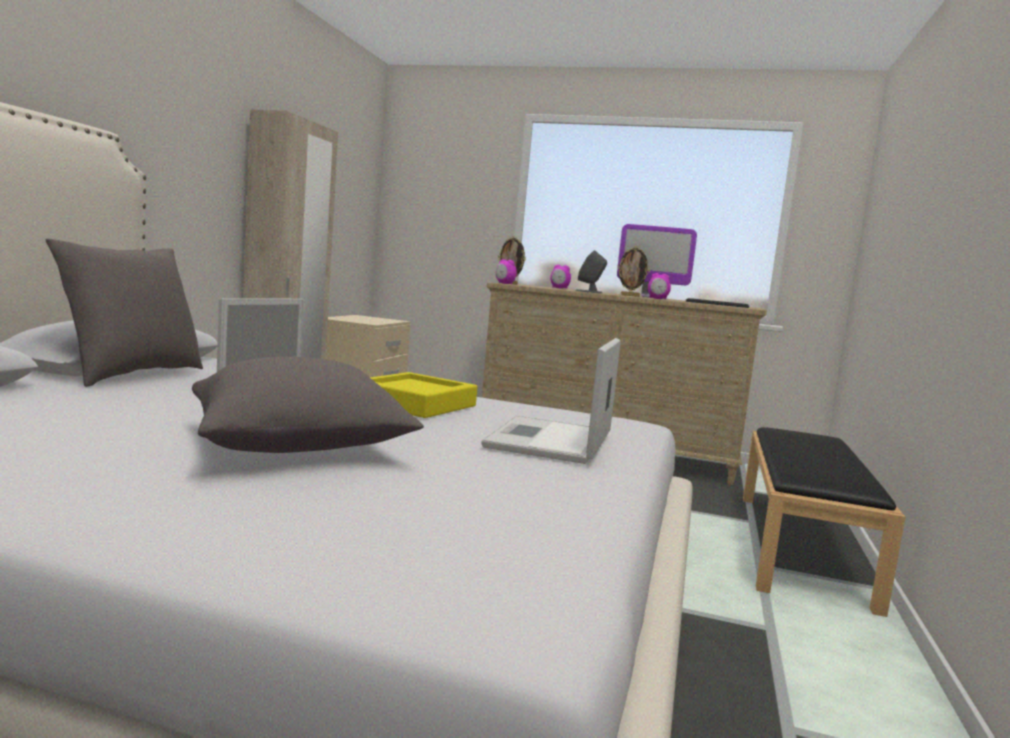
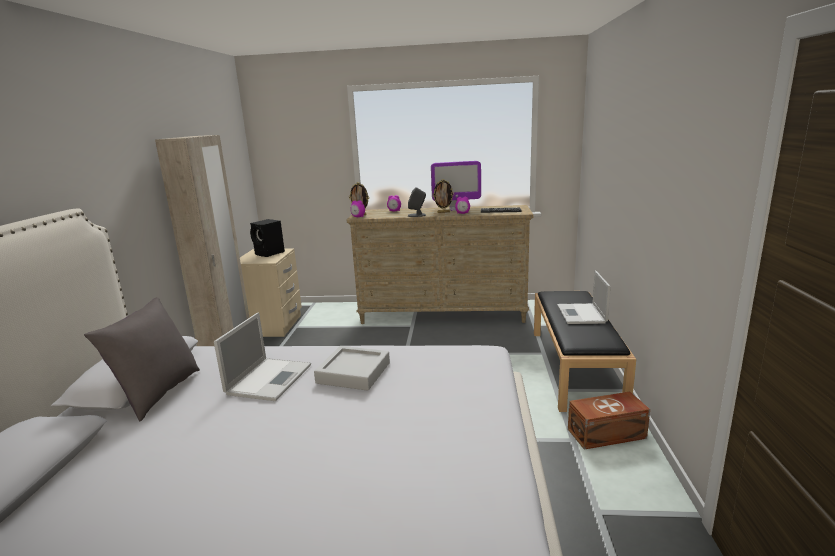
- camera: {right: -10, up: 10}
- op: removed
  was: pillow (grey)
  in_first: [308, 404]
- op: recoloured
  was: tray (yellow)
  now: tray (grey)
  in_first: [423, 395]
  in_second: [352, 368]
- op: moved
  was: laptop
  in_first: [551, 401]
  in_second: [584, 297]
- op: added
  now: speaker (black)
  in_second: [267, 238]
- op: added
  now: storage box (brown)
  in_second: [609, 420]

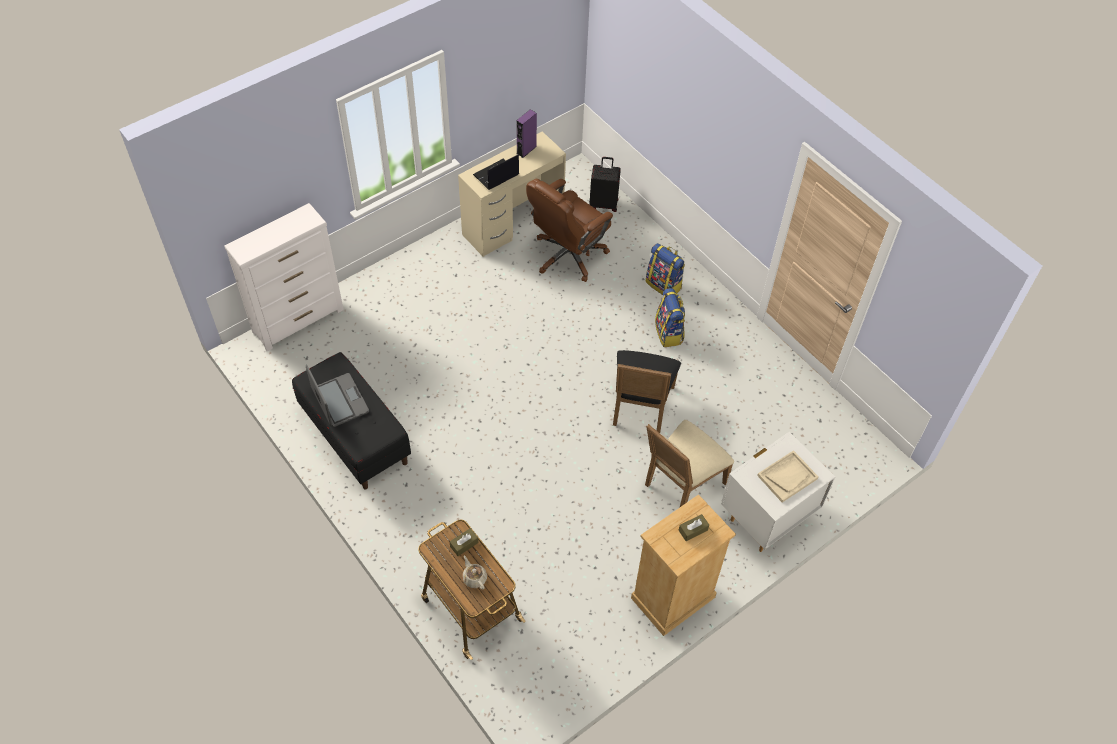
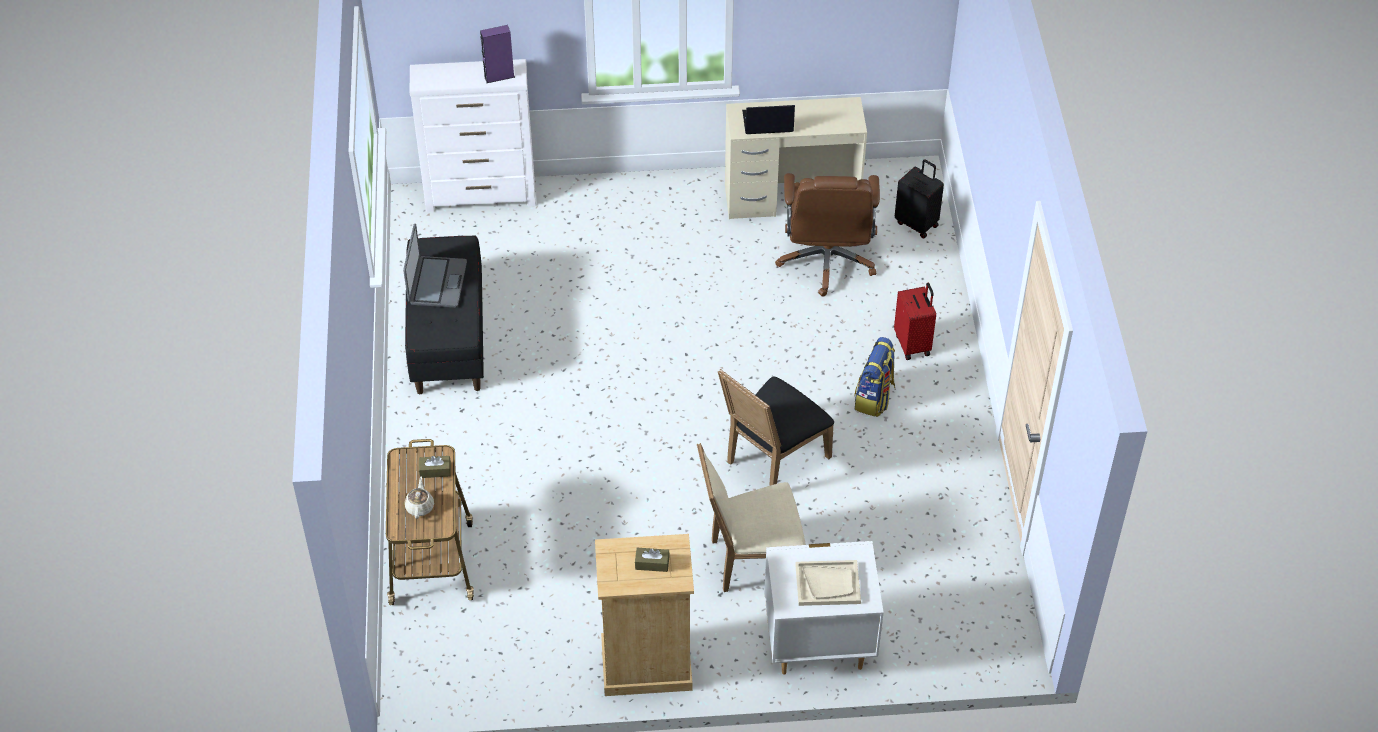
- camera: {right: 35, up: -5}
- op: moved
  was: speaker (purple)
  in_first: [526, 133]
  in_second: [497, 54]
- op: turned
  was: office chair (brown)
  in_first: [569, 230]
  in_second: [827, 235]
  clockwise: -75
- op: replaced
  was: backpack
  now: suitcase (red)
  in_first: [665, 269]
  in_second: [915, 321]

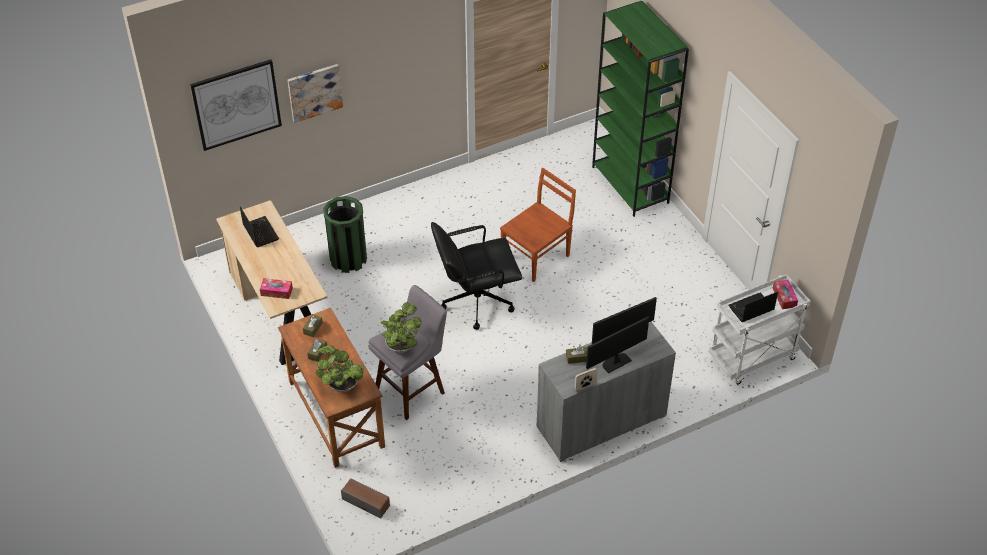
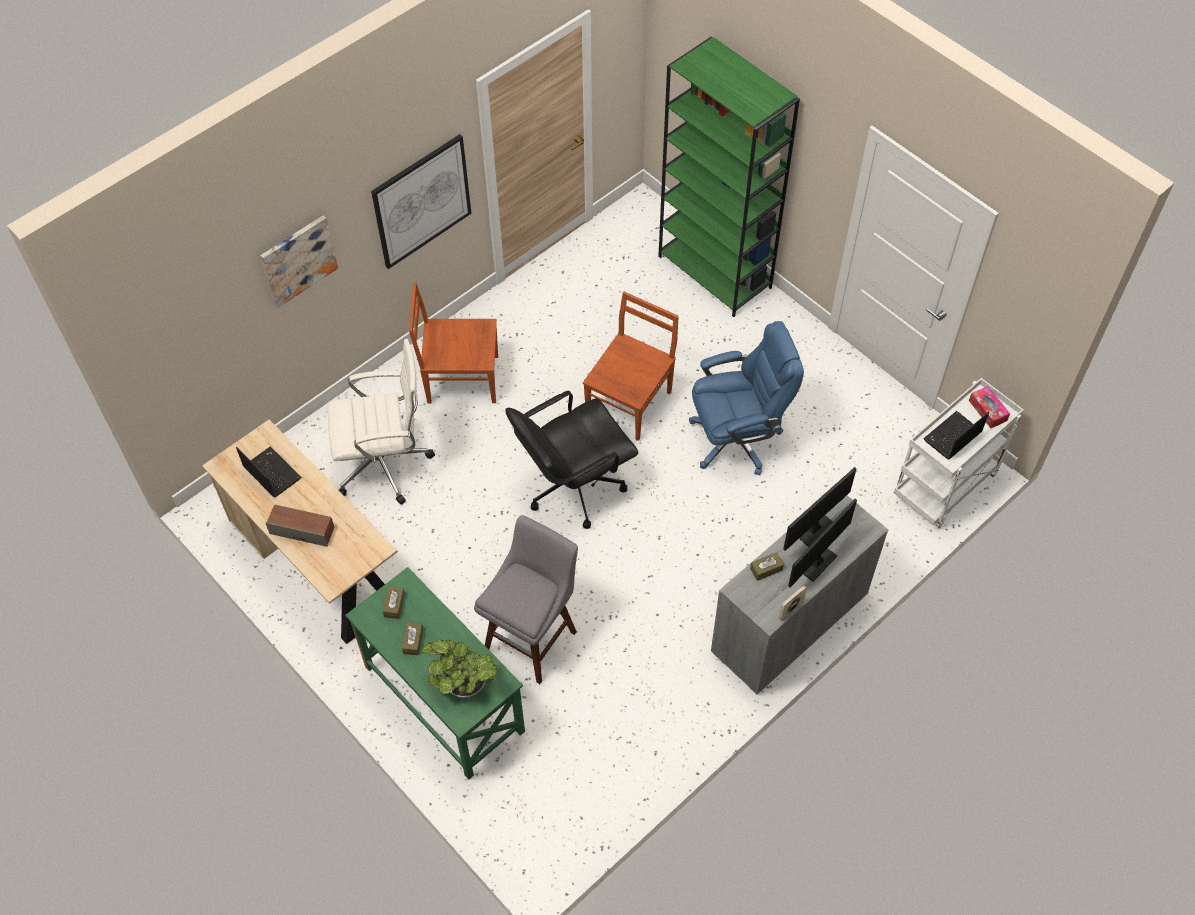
- camera: {right: -15, up: 10}
- op: moved
  was: picture
  in_first: [236, 105]
  in_second: [421, 201]
- op: removed
  was: tissue box
  in_first: [276, 288]
- op: recoloured
  was: desk (brown)
  now: desk (green)
  in_first: [331, 388]
  in_second: [435, 673]
- op: replaced
  was: trash can (green)
  now: office chair (white)
  in_first: [345, 234]
  in_second: [381, 422]
- op: moved
  was: speaker
  in_first: [365, 498]
  in_second: [300, 525]
- op: removed
  was: potted plant
  in_first: [401, 327]
- op: added
  now: chair (brown)
  in_second: [453, 342]
- op: added
  now: office chair (blue)
  in_second: [746, 398]

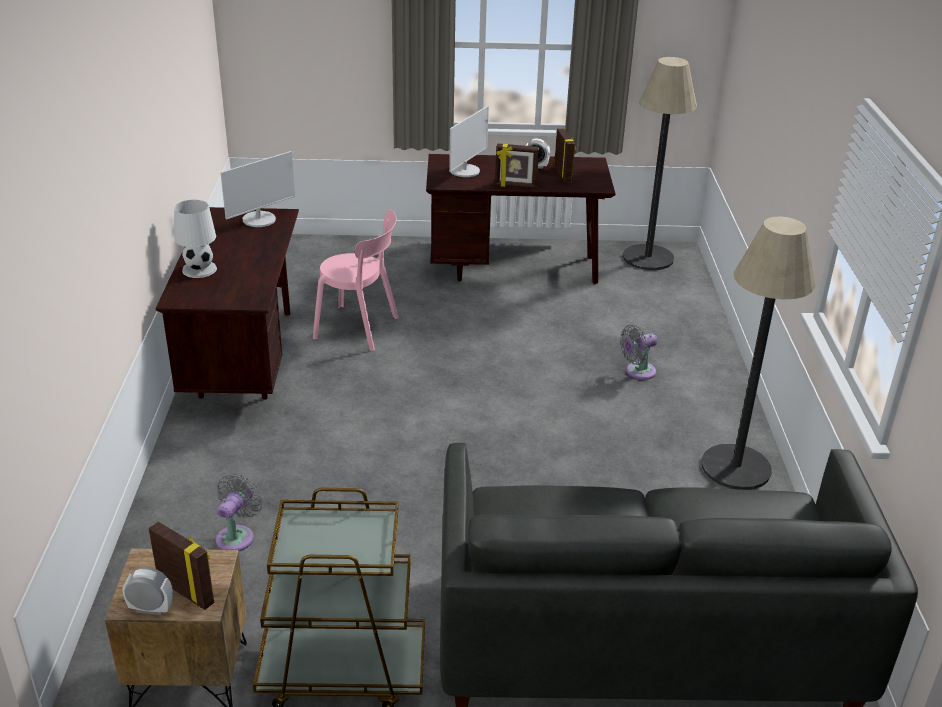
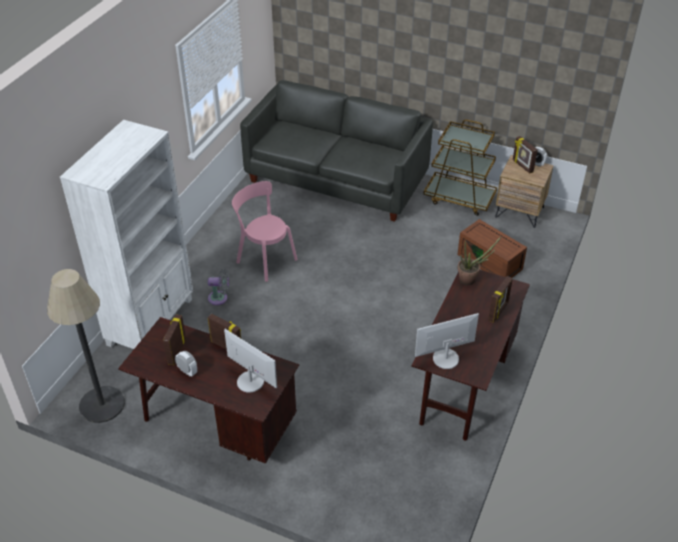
- camera: {right: -155, up: 10}
- op: replaced
  was: table lamp (white)
  now: picture frame
  in_first: [195, 239]
  in_second: [500, 299]
- op: replaced
  was: fan (grey)
  now: storage box (brown)
  in_first: [239, 512]
  in_second: [492, 248]
- op: moved
  was: chair (pink)
  in_first: [356, 280]
  in_second: [264, 231]
- op: turned
  was: monitor
  in_first: [469, 141]
  in_second: [250, 361]
  clockwise: 75
- op: removed
  was: floor lamp
  in_first: [758, 353]
- op: added
  now: bookcase (white)
  in_second: [126, 234]
- op: added
  now: potted plant
  in_second: [479, 261]

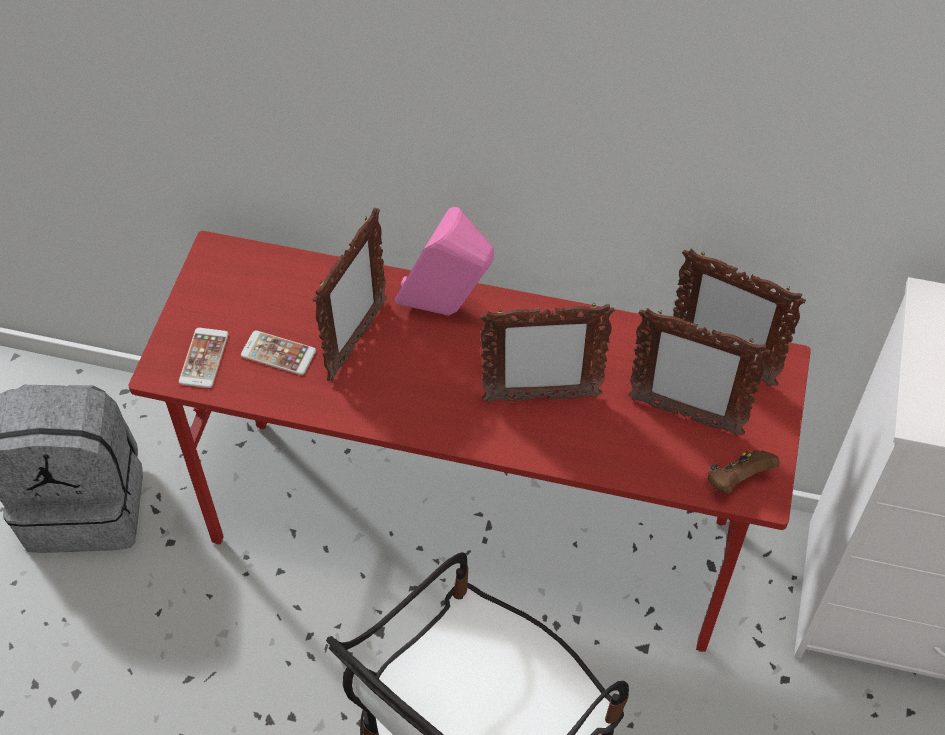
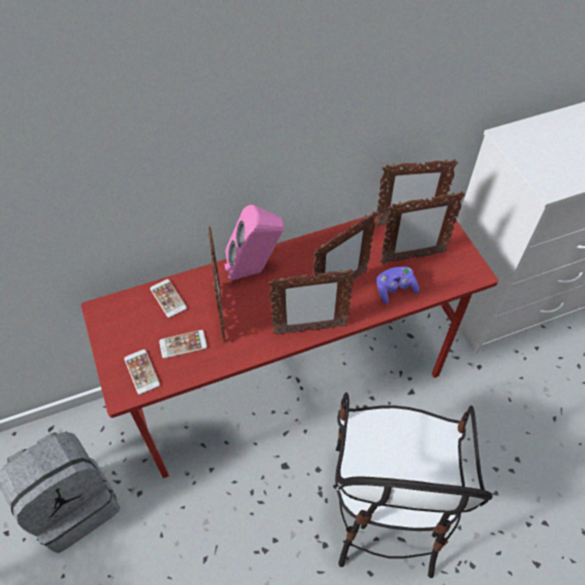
- camera: {right: -35, up: 0}
- op: removed
  was: game controller (brown)
  in_first: [743, 472]
- op: added
  now: phone
  in_second: [168, 298]
- op: added
  now: picture frame
  in_second: [311, 302]
- op: added
  now: game controller (purple)
  in_second: [397, 285]

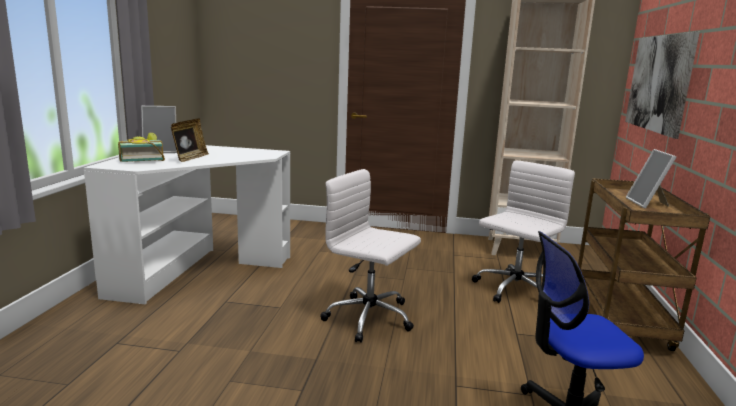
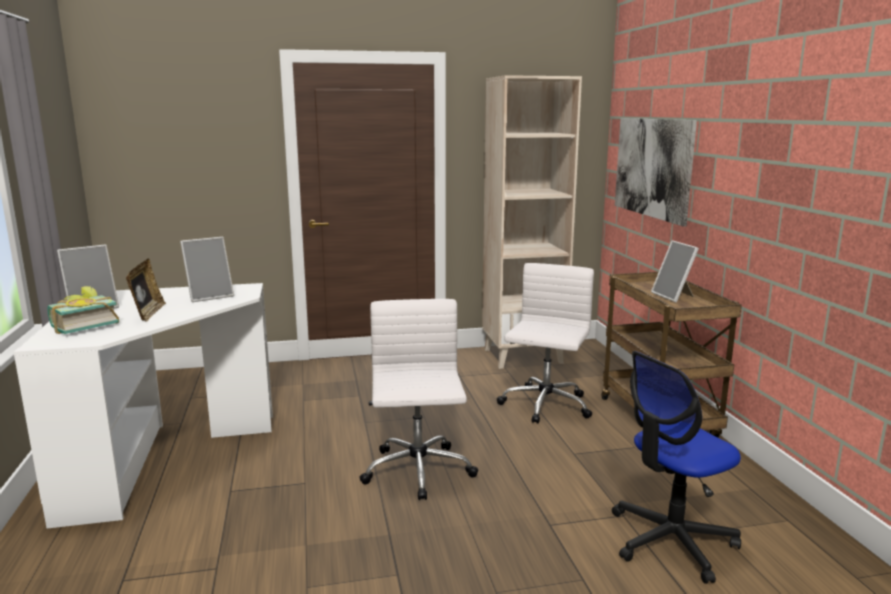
- camera: {right: -20, up: 0}
- op: turned
  was: office chair (white)
  in_first: [371, 256]
  in_second: [418, 399]
  clockwise: 75
- op: added
  now: picture frame
  in_second: [207, 269]

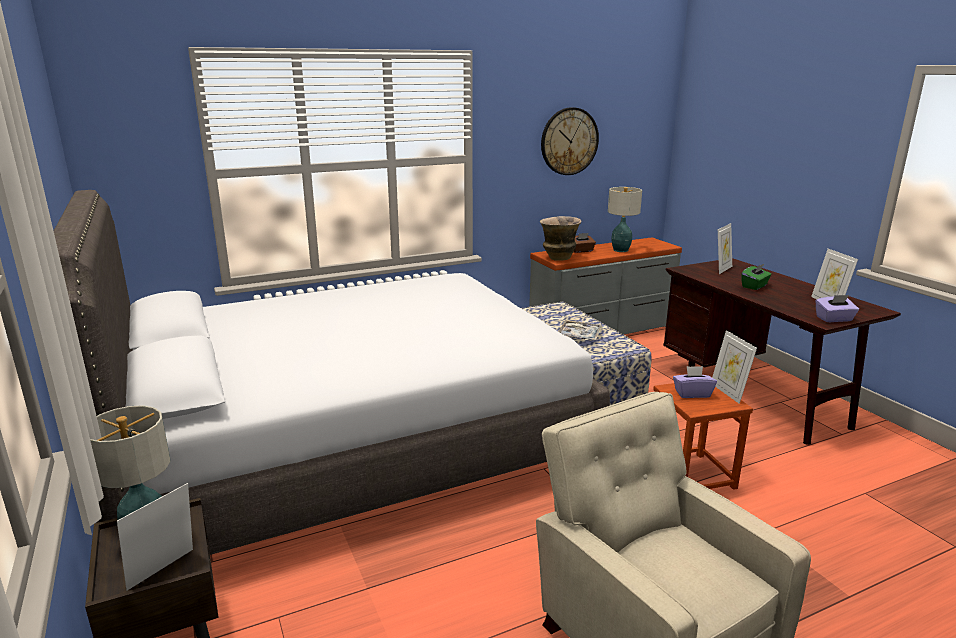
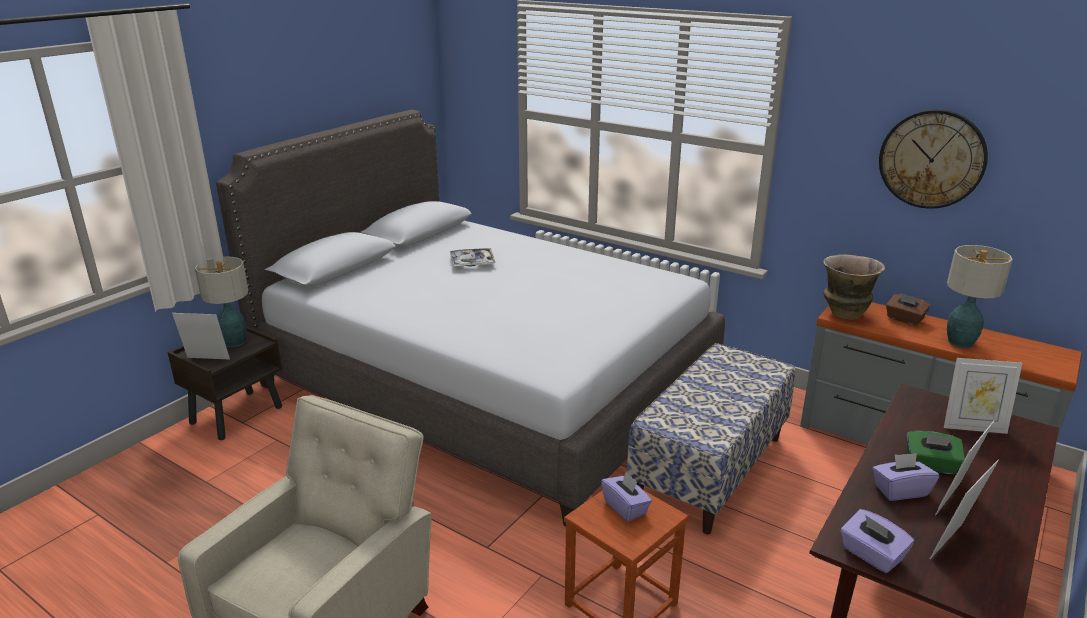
- camera: {right: 60, up: 5}
- op: moved
  was: tray
  in_first: [580, 330]
  in_second: [473, 257]
- op: moved
  was: picture frame
  in_first: [734, 367]
  in_second: [965, 468]
- op: added
  now: tissue box (purple)
  in_second: [906, 477]

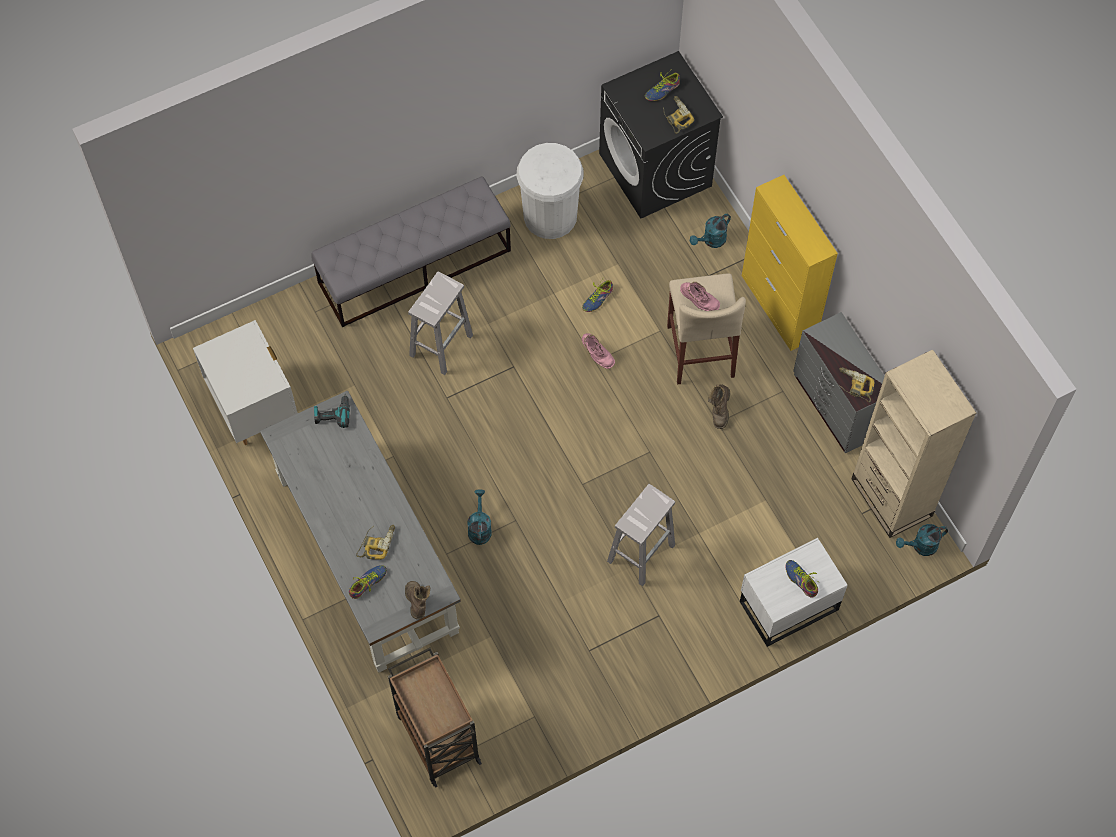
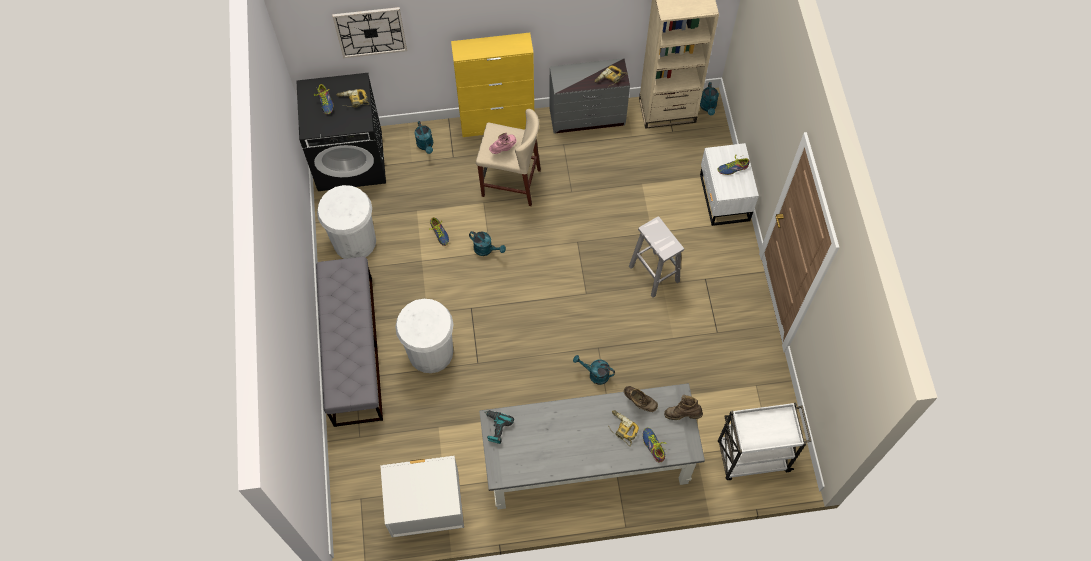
- camera: {right: -70, up: 0}
- op: recoloured
  was: cart (brown)
  now: cart (white)
  in_first: [435, 718]
  in_second: [764, 441]
- op: replaced
  was: stool (white)
  now: trash can (white)
  in_first: [440, 323]
  in_second: [424, 336]
- op: replaced
  was: boot (pink)
  now: watering can (turquoise)
  in_first: [598, 351]
  in_second: [487, 243]
- op: moved
  was: boot (brown)
  in_first: [719, 406]
  in_second: [641, 399]
- op: added
  now: wall clock
  in_second: [369, 32]

